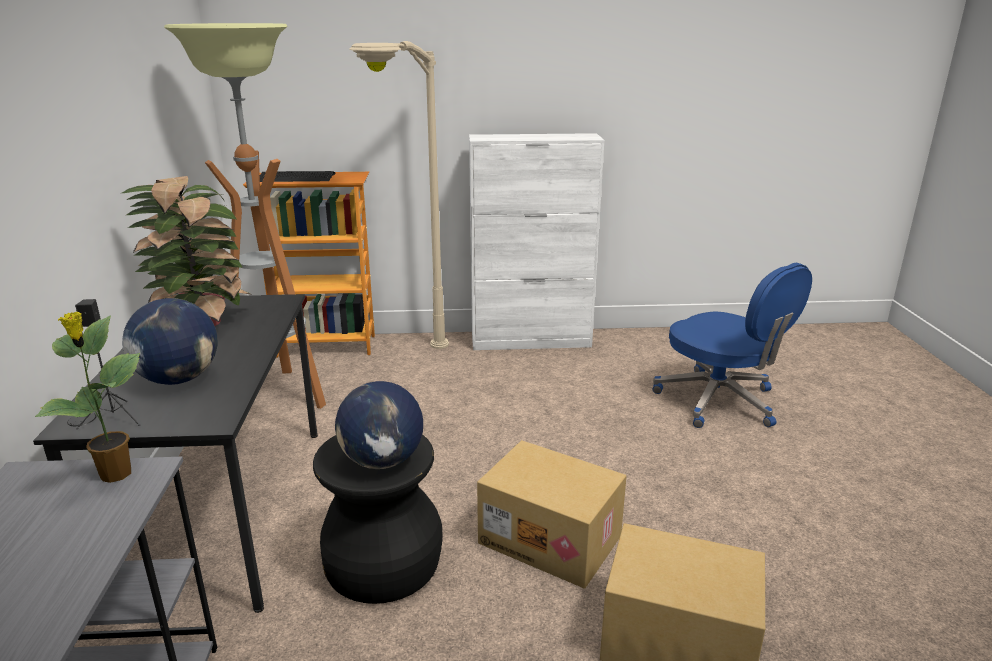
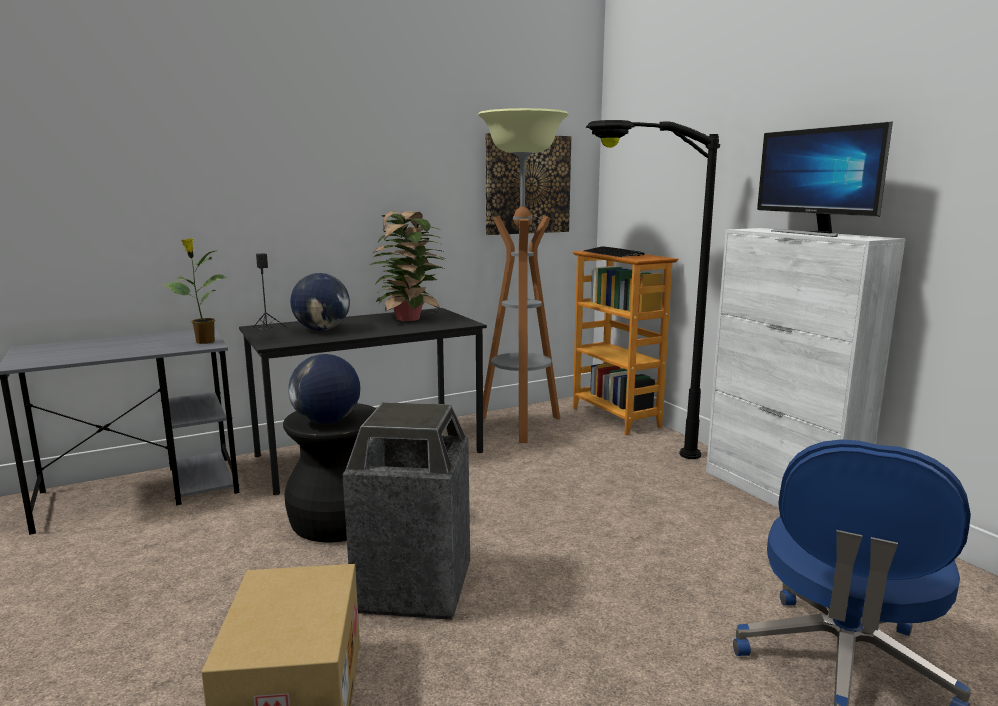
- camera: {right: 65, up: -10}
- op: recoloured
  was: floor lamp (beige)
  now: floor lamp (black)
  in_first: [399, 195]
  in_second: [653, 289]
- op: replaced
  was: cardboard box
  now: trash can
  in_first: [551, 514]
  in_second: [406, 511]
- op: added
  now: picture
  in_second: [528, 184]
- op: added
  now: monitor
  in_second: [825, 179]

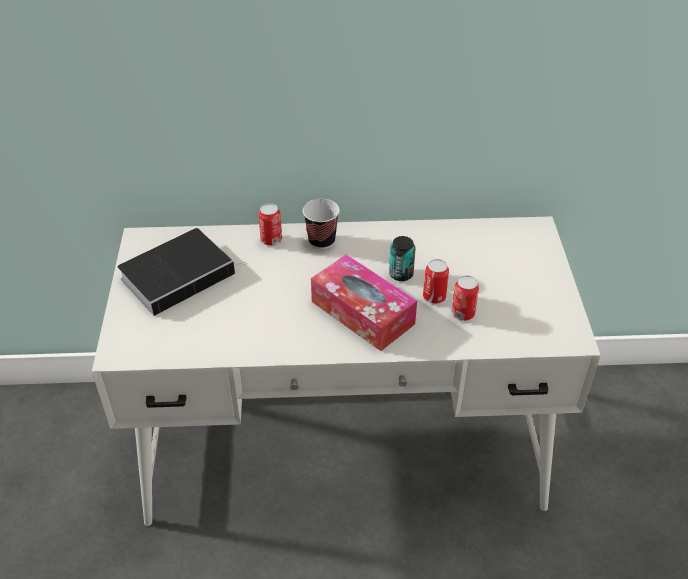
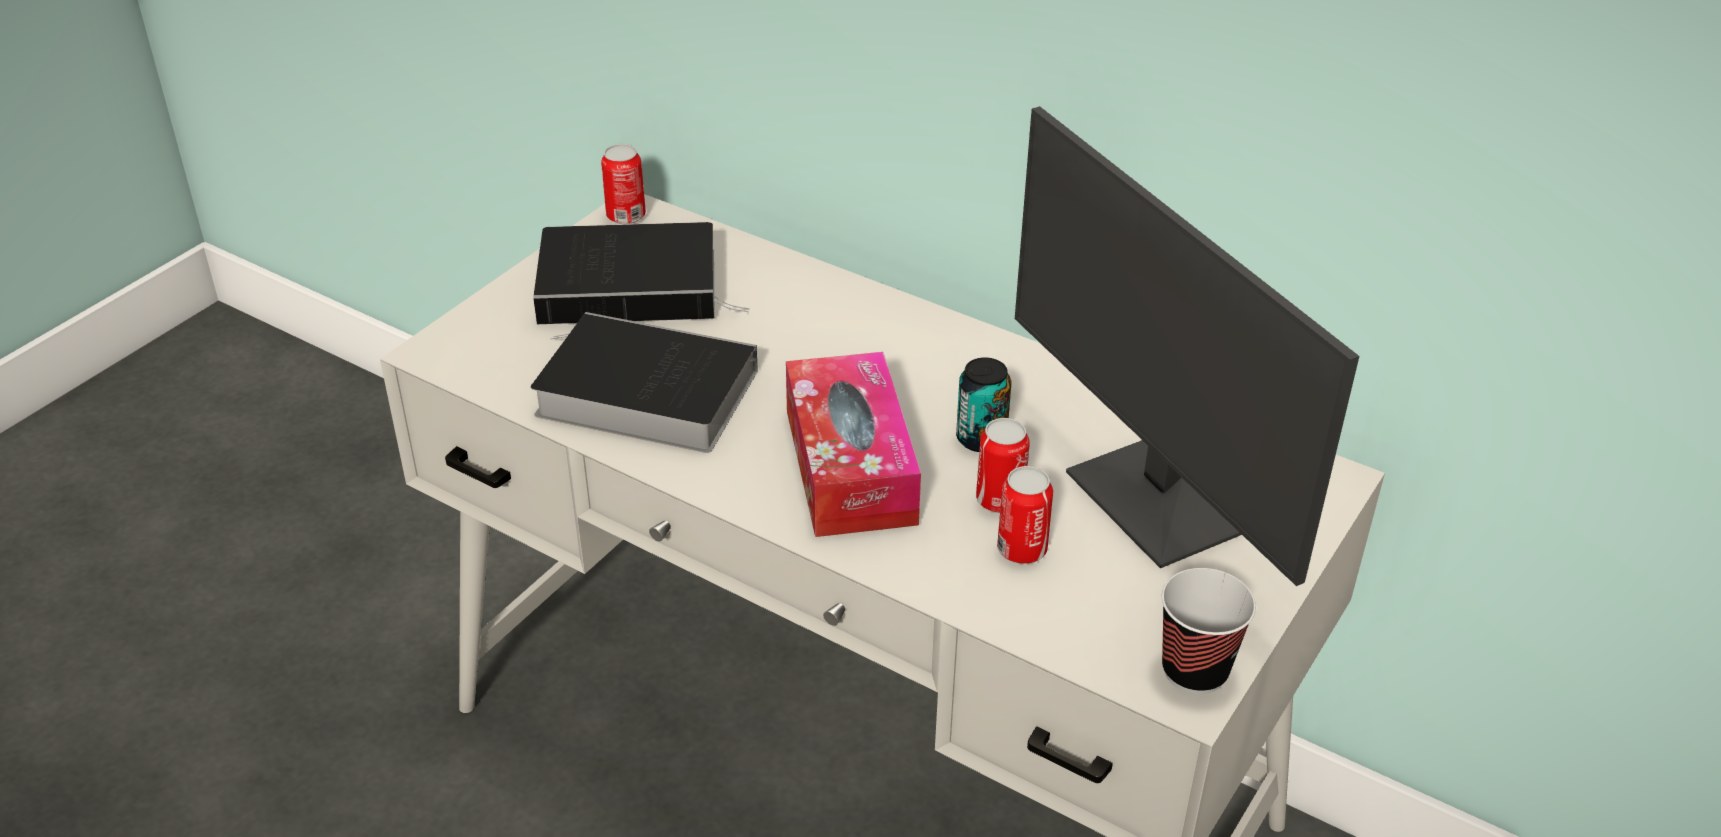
- camera: {right: 35, up: -5}
- op: moved
  was: can
  in_first: [270, 224]
  in_second: [623, 184]
- op: moved
  was: cup
  in_first: [321, 224]
  in_second: [1209, 631]
- op: added
  now: book
  in_second: [644, 382]
- op: added
  now: monitor
  in_second: [1187, 346]

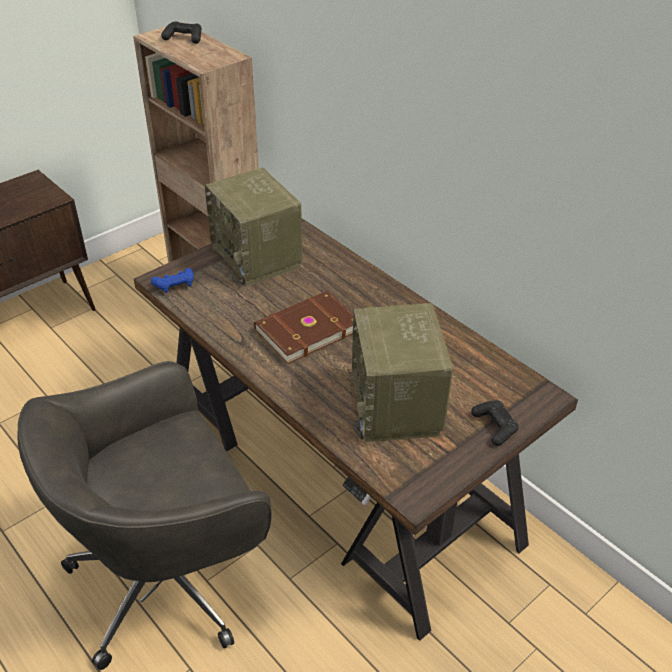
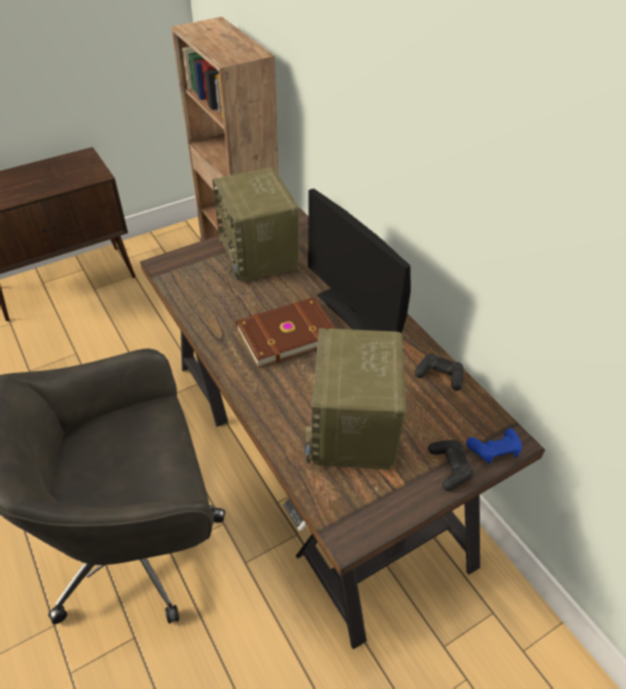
- camera: {right: 10, up: 5}
- op: moved
  was: game controller (blue)
  in_first: [172, 280]
  in_second: [494, 446]
- op: moved
  was: game controller (black)
  in_first: [181, 32]
  in_second: [439, 372]
- op: added
  now: monitor
  in_second: [359, 261]

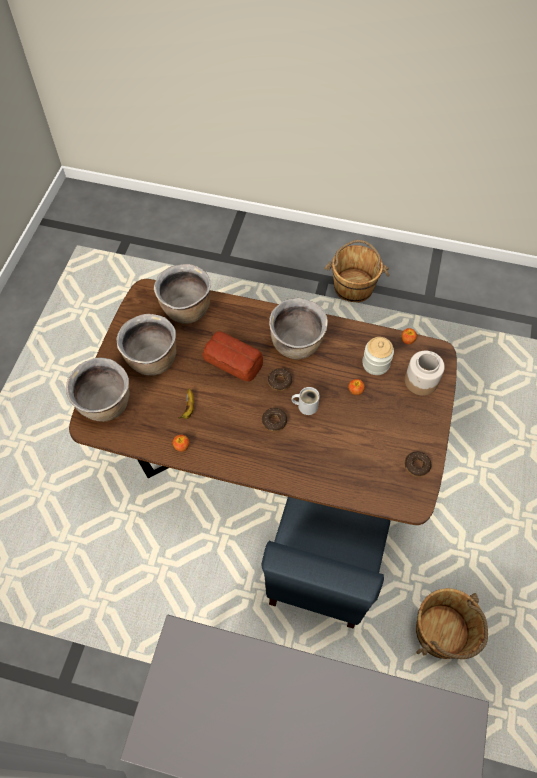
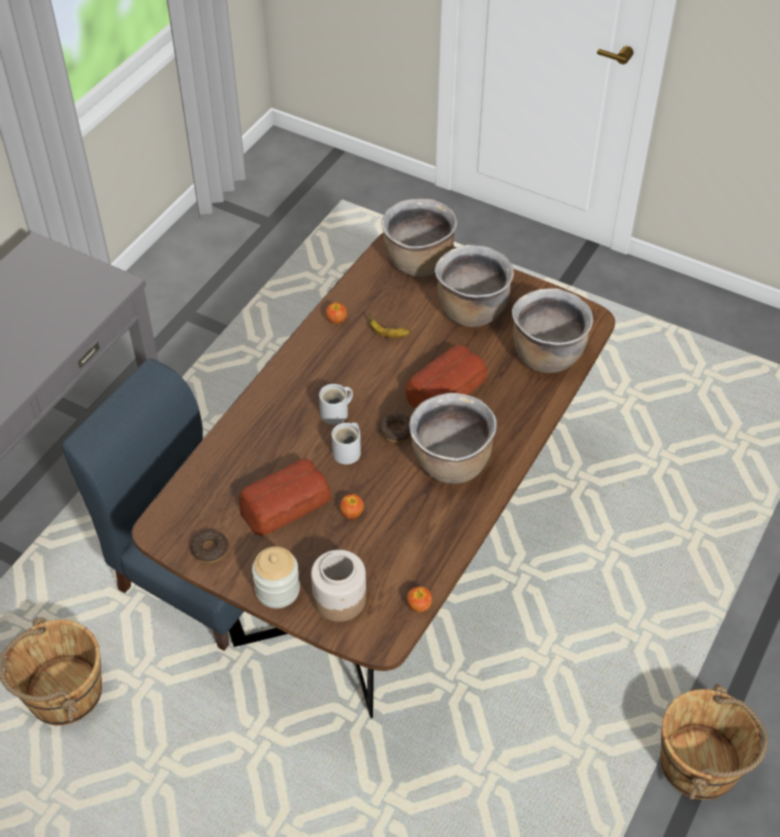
- camera: {right: 105, up: -10}
- op: replaced
  was: donut
  now: mug (white)
  in_first: [274, 420]
  in_second: [336, 404]
- op: moved
  was: jar
  in_first: [378, 356]
  in_second: [276, 577]
- op: added
  now: bread
  in_second: [284, 497]

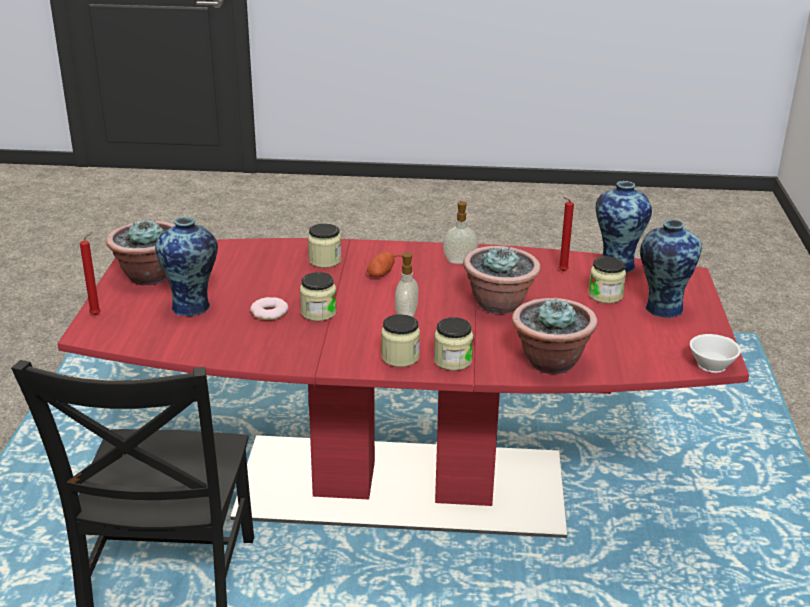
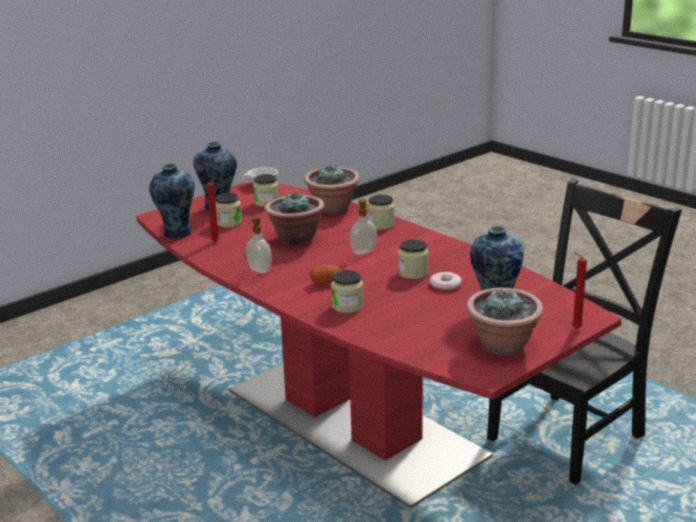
- camera: {right: -135, up: -5}
- op: moved
  was: jar
  in_first: [400, 340]
  in_second: [266, 190]

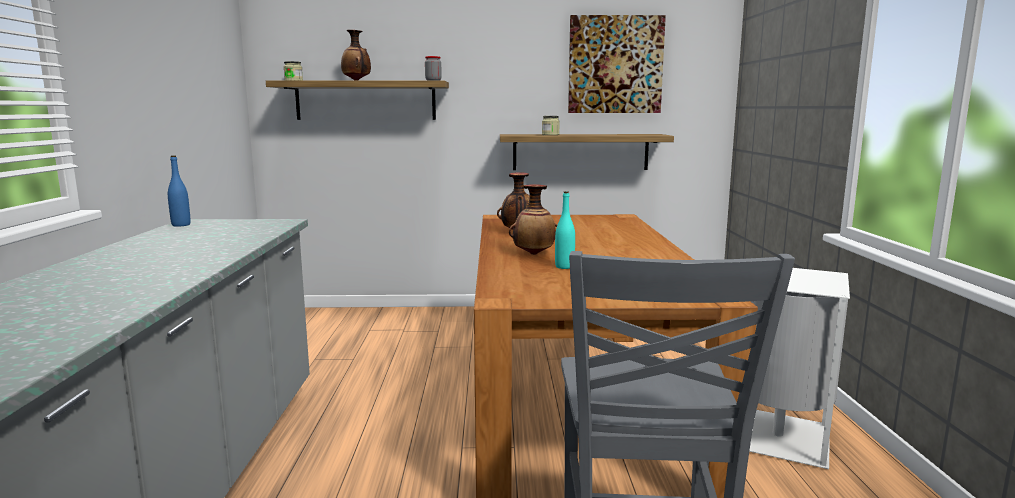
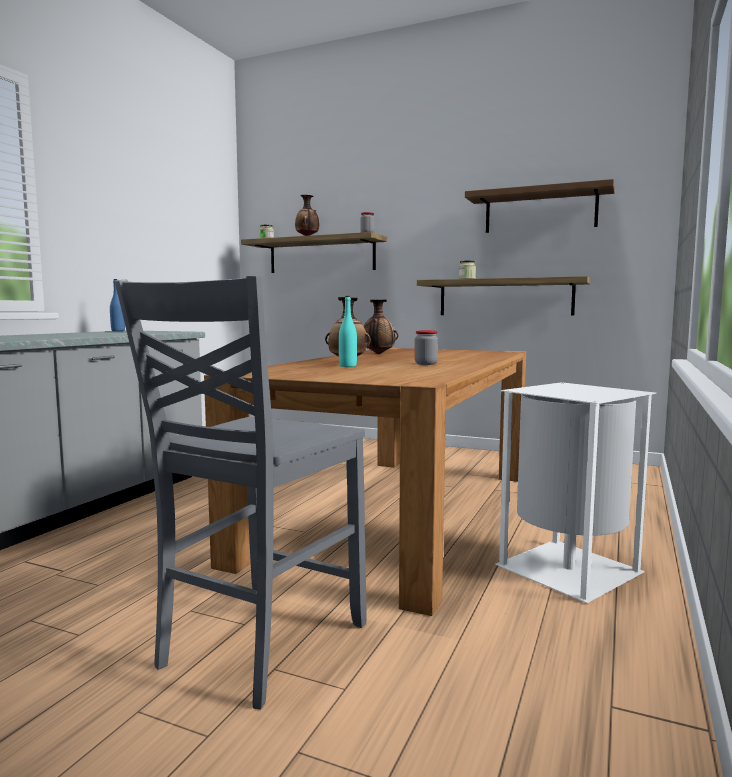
- camera: {right: 25, up: -5}
- op: replaced
  was: picture
  now: shelf (brown)
  in_first: [617, 64]
  in_second: [540, 206]
- op: added
  now: jar
  in_second: [426, 347]

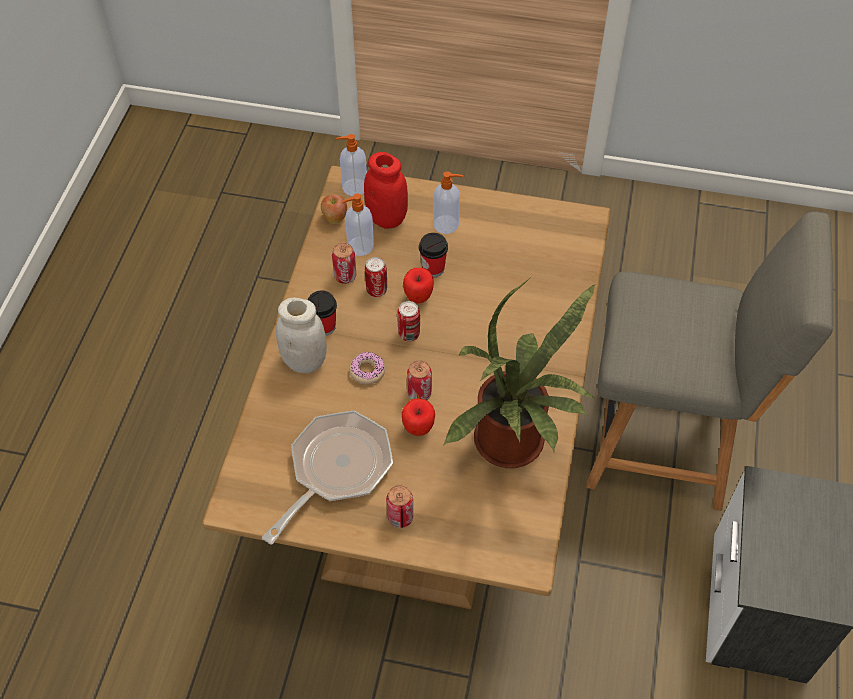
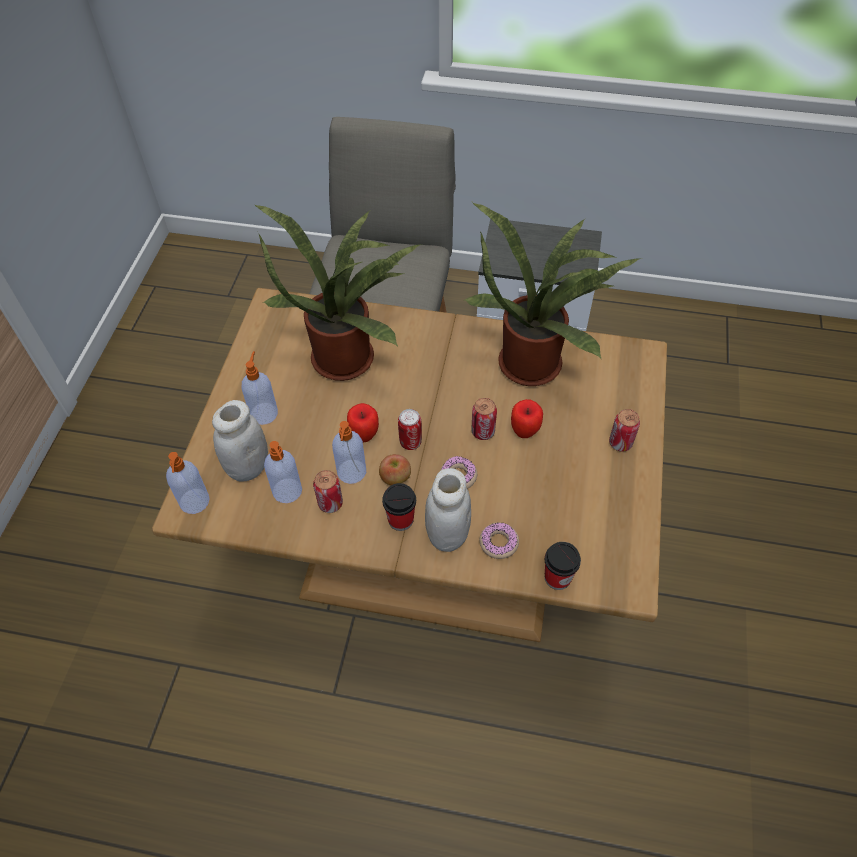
- camera: {right: -90, up: 0}
- op: removed
  was: frying pan
  in_first: [327, 477]
- op: moved
  was: apple
  in_first: [334, 209]
  in_second: [395, 469]
- op: recoloured
  was: jar (red)
  now: jar (white)
  in_first: [386, 190]
  in_second: [240, 440]
- op: replaced
  was: can
  now: soap dispenser
  in_first: [376, 277]
  in_second: [349, 452]
- op: moved
  was: cup
  in_first: [433, 255]
  in_second: [563, 566]
- op: added
  now: potted plant
  in_second: [338, 292]
- op: added
  now: donut
  in_second: [499, 540]

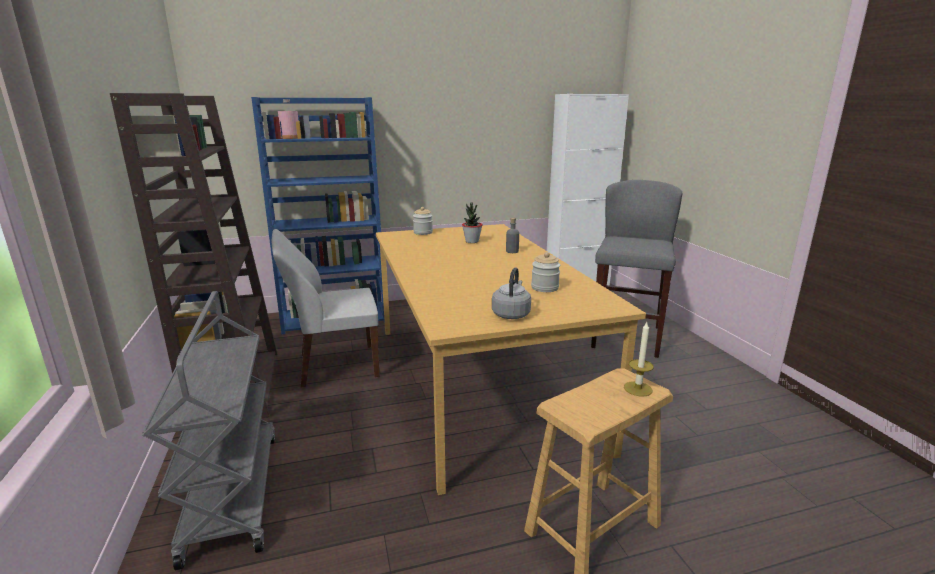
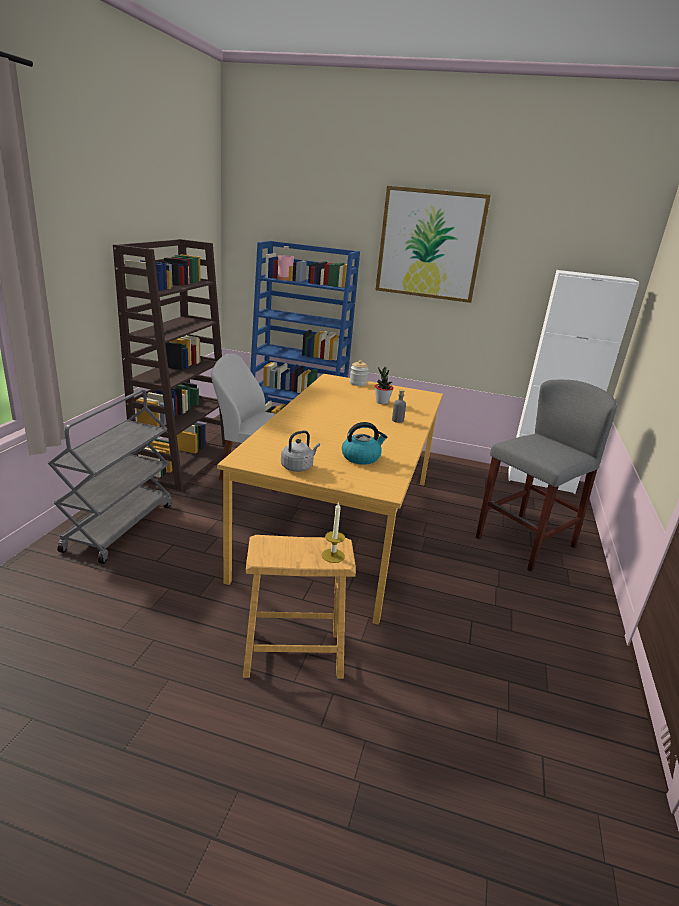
- camera: {right: 30, up: 5}
- op: replaced
  was: jar
  now: kettle
  in_first: [545, 272]
  in_second: [364, 443]
- op: added
  now: picture
  in_second: [433, 244]

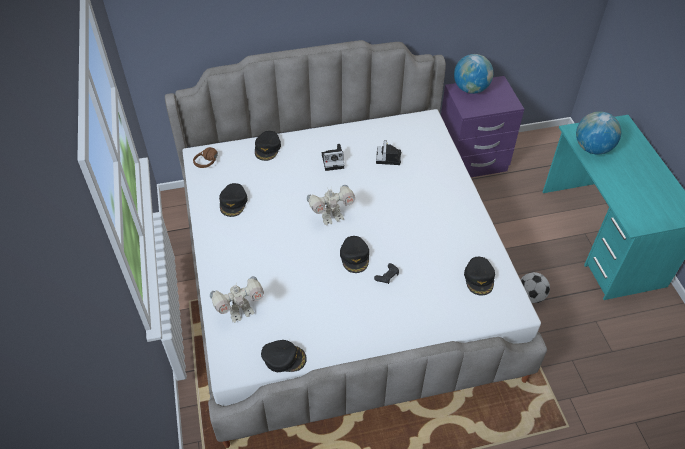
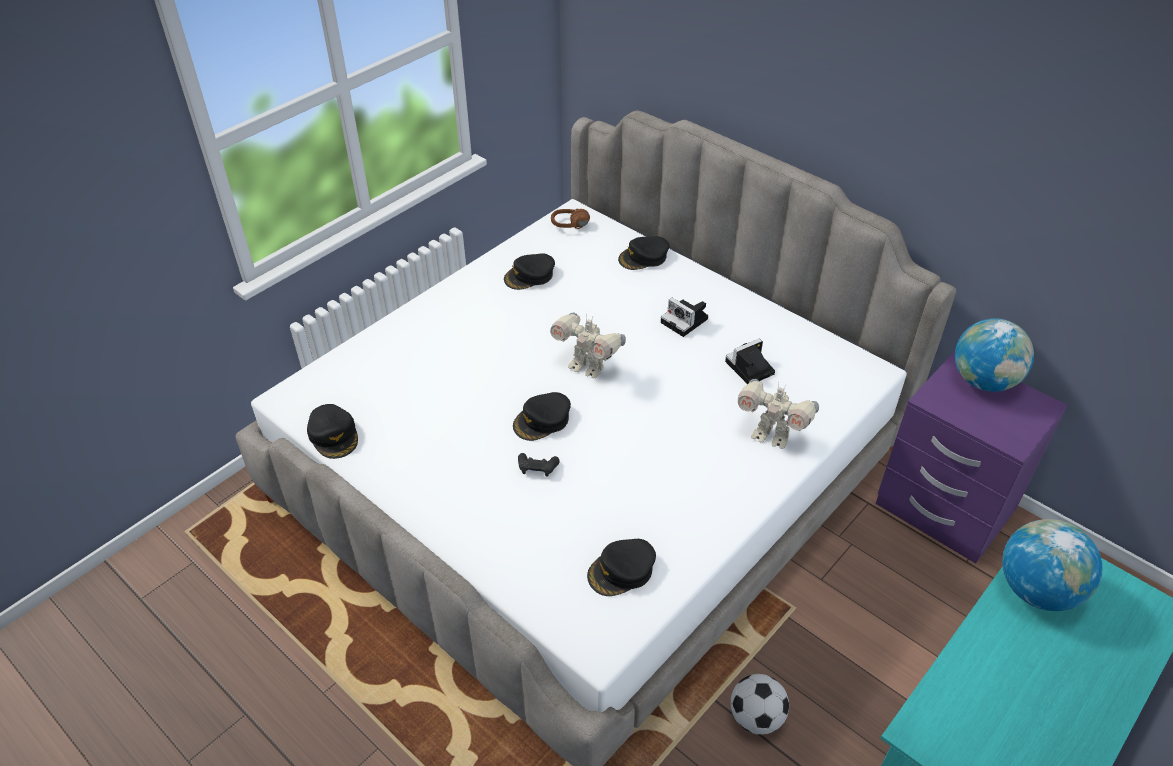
- camera: {right: 55, up: -5}
- op: moved
  was: toy robot
  in_first: [237, 299]
  in_second: [778, 414]

